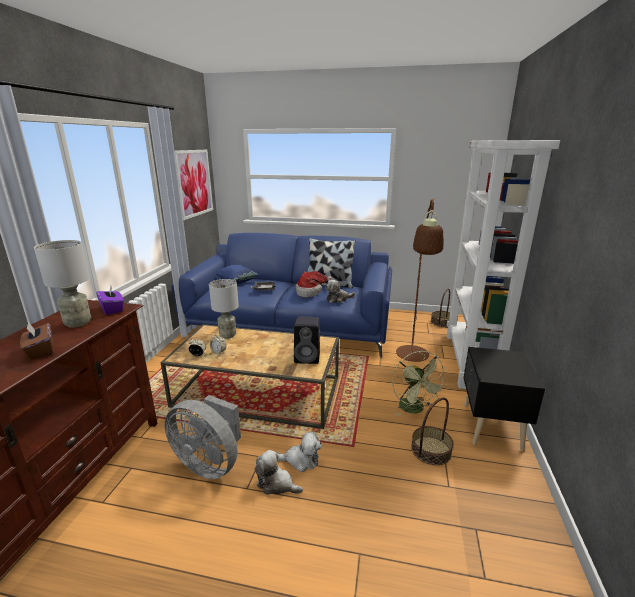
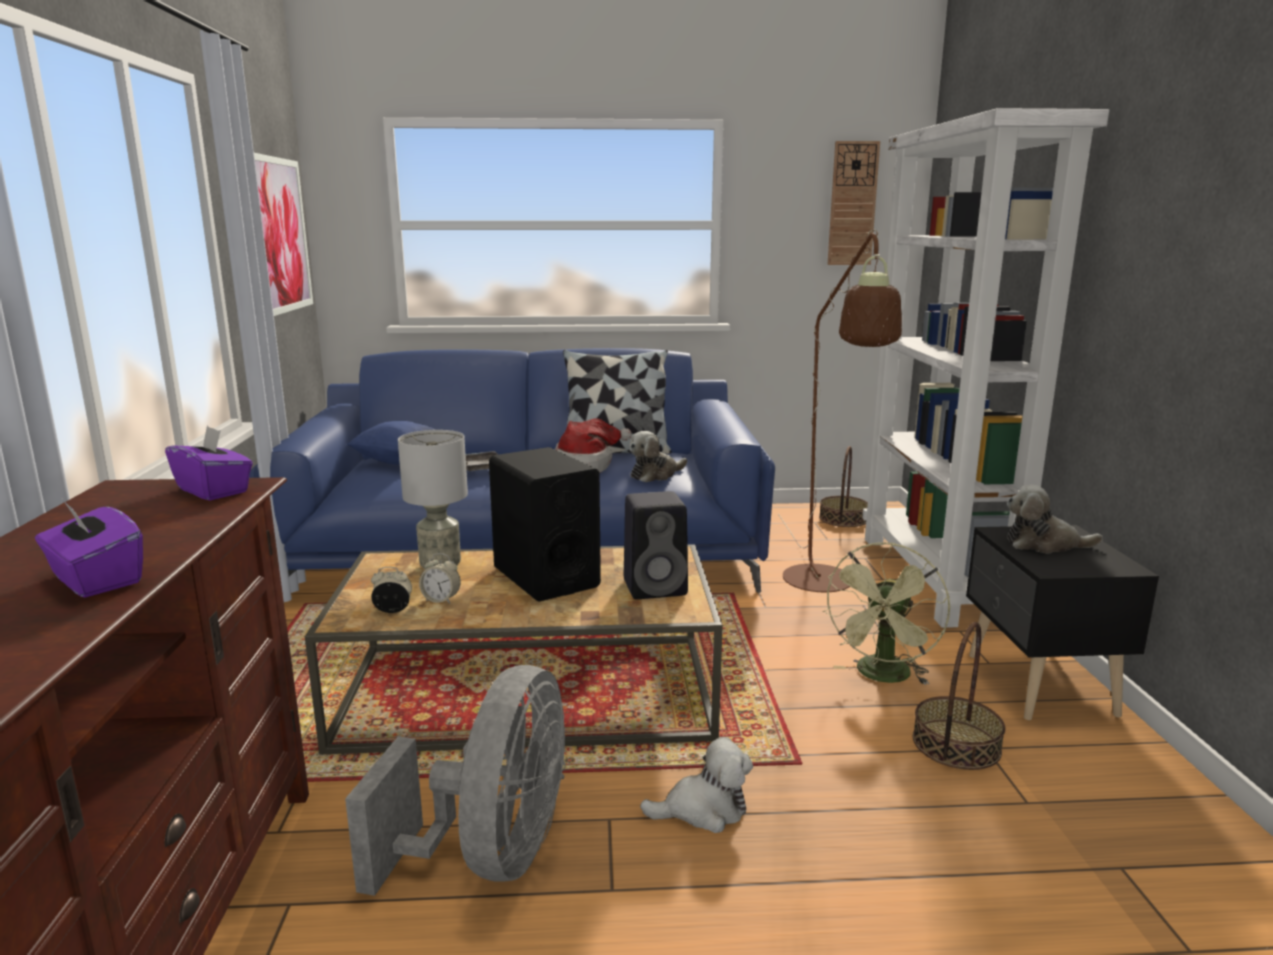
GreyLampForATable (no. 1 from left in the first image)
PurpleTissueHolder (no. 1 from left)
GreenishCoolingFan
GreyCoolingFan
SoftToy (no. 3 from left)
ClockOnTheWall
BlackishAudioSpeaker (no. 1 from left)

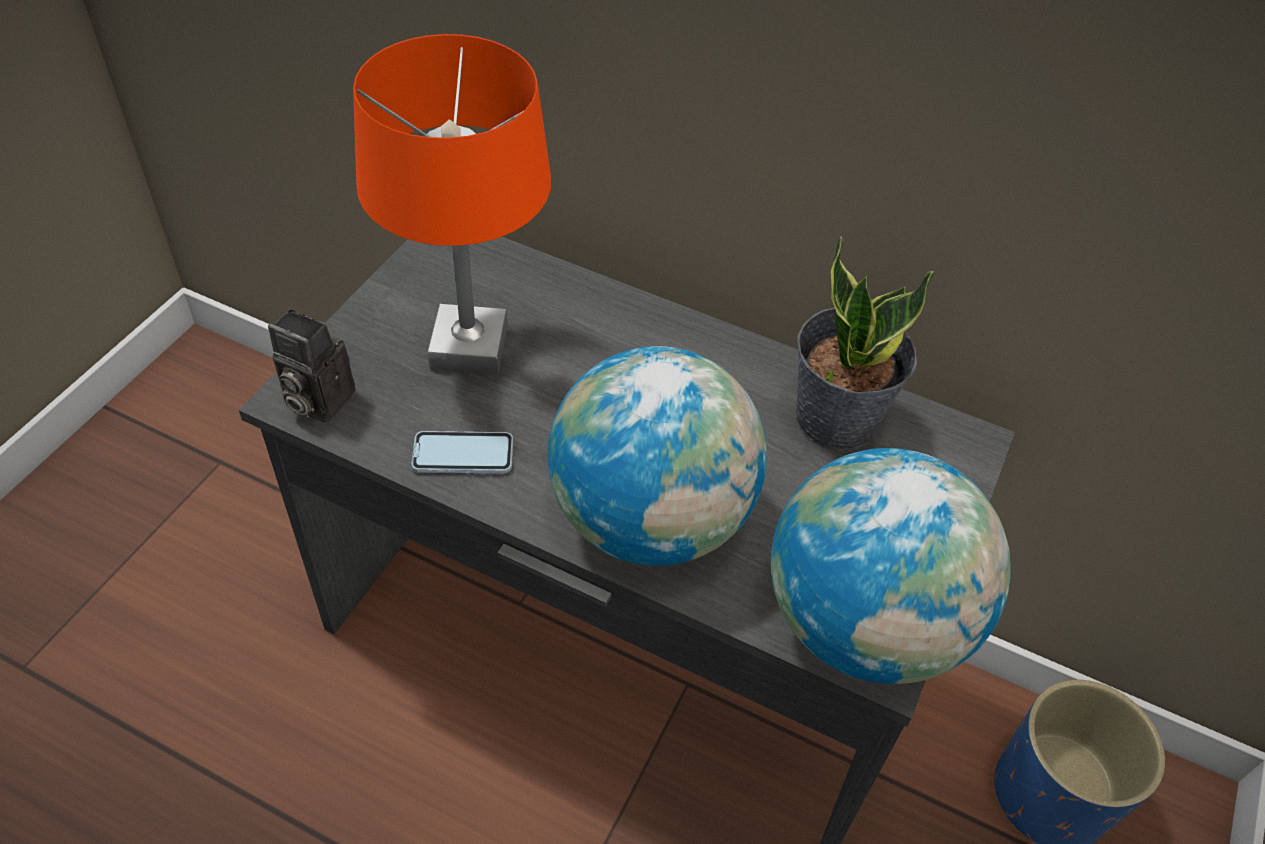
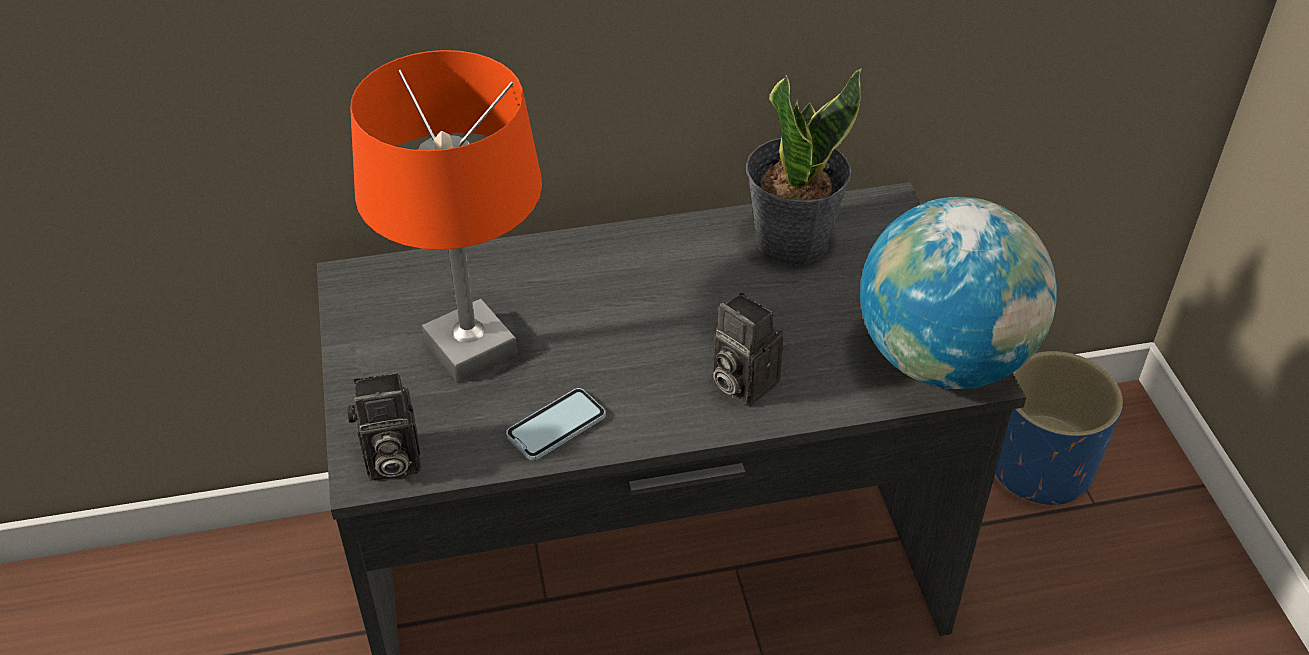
PhotoCamera (no. 2 from left)

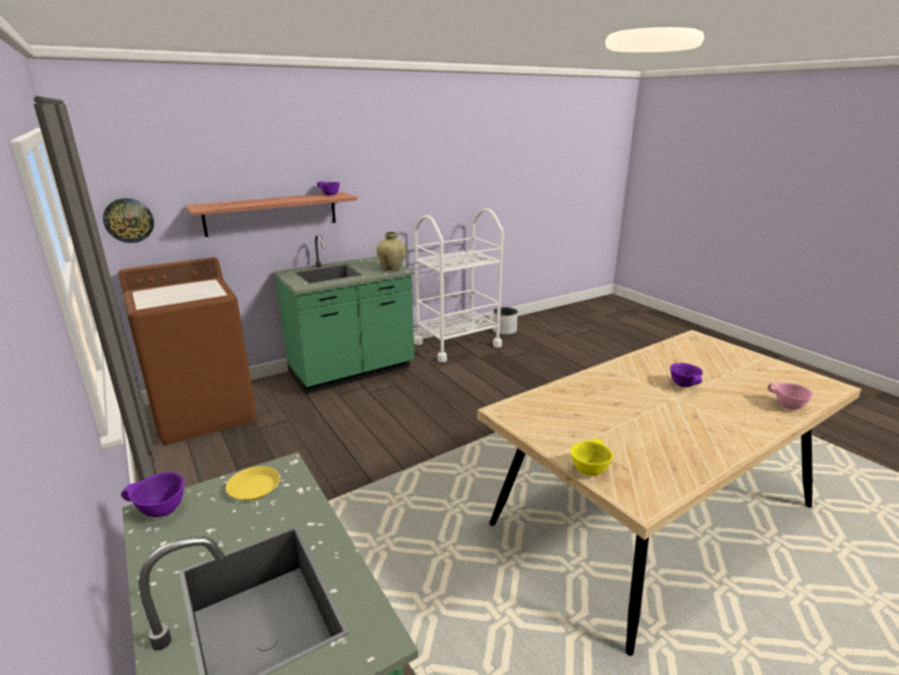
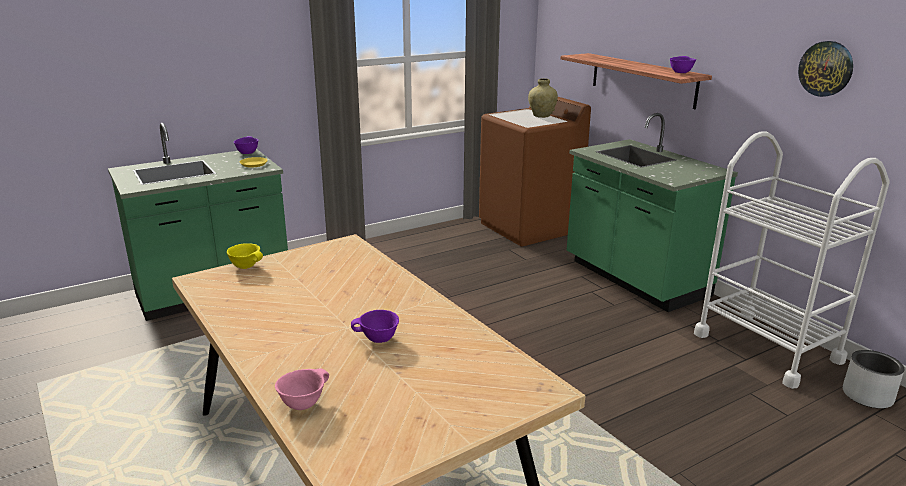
ClockOnTheWall
BeigeColouredFlowerVase

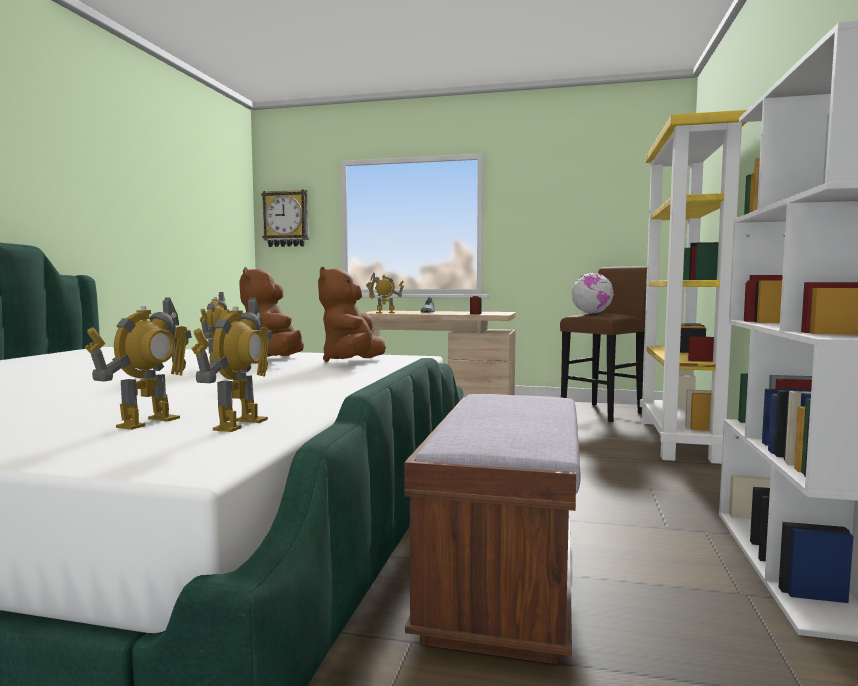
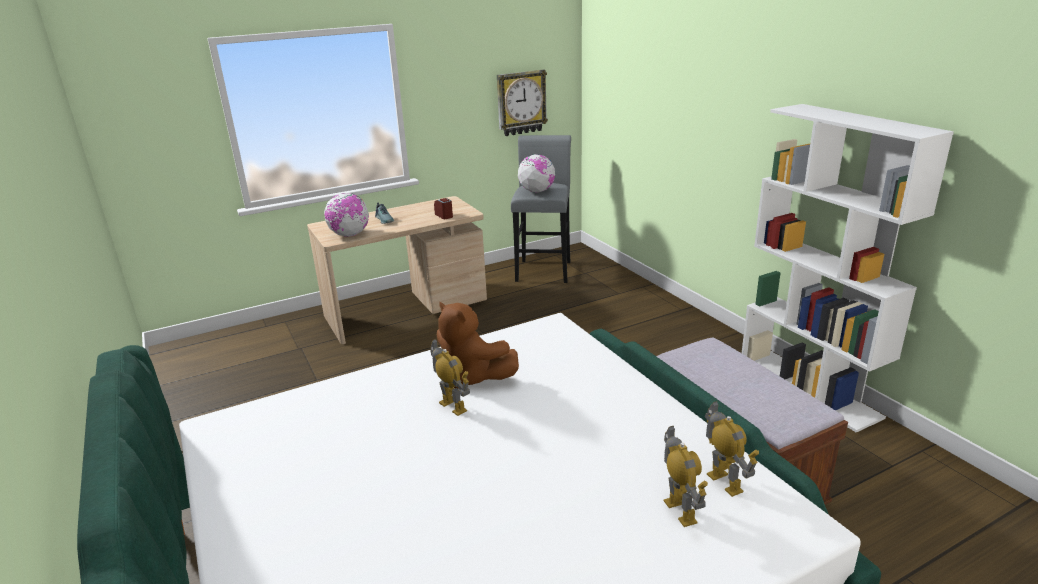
YellowishBookshelf
ClockOnTheWall
GreyStoolSeat
BrownSoftToy (no. 2 from left in the first image)
Globe (no. 1 from left)

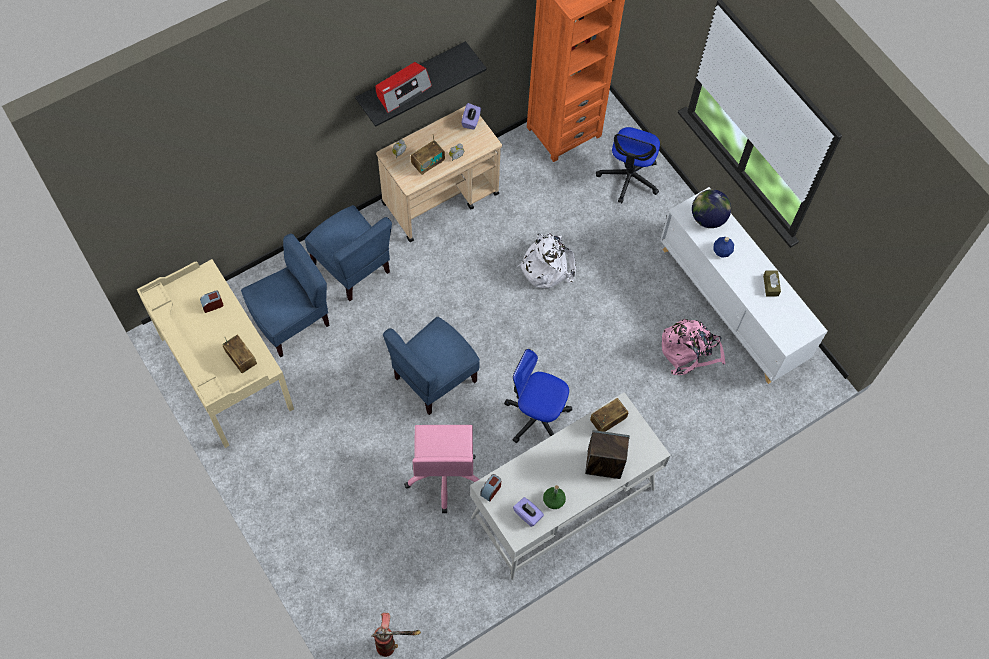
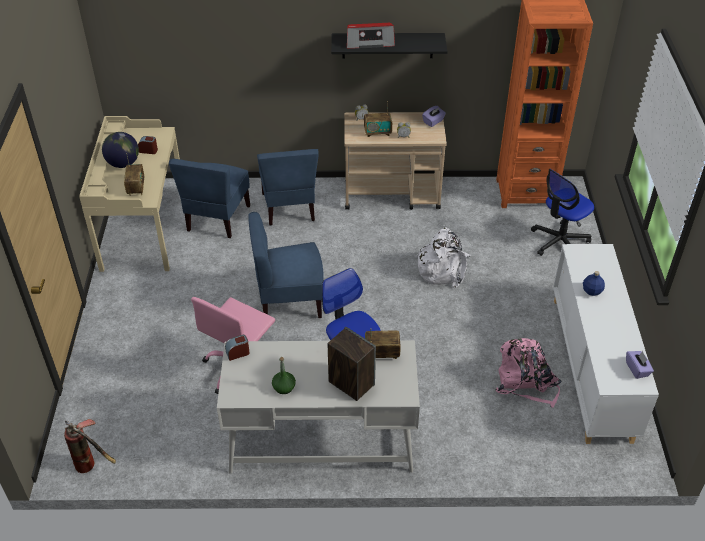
Globe
BlueColouredPlainChair (no. 1 from left)
BrownTissueHolder
PurpleTissueHolder (no. 2 from left)

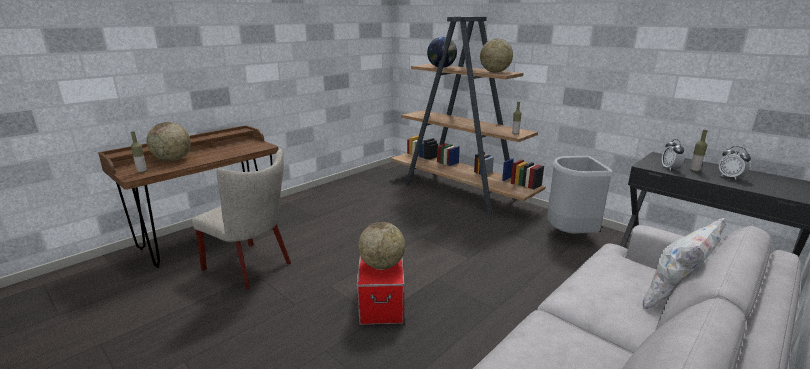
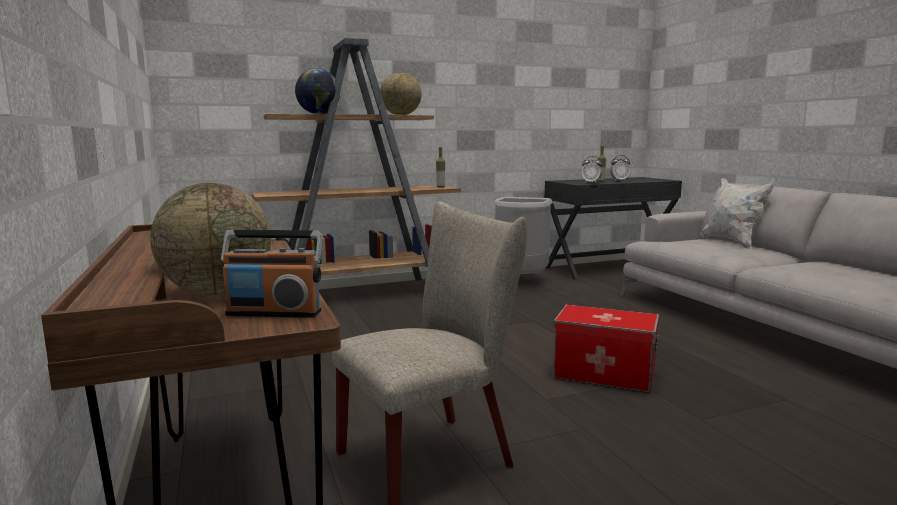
RadioSet
Globe (no. 2 from left in the first image)

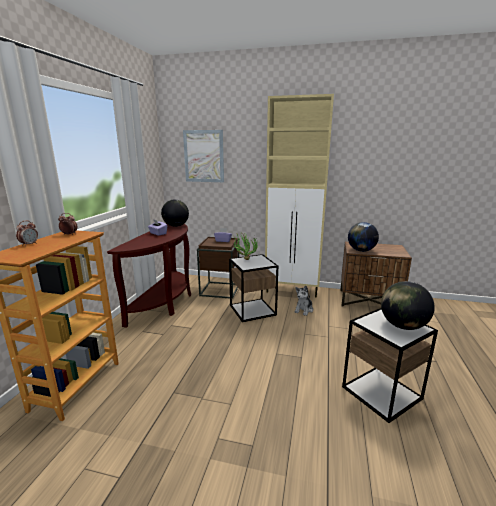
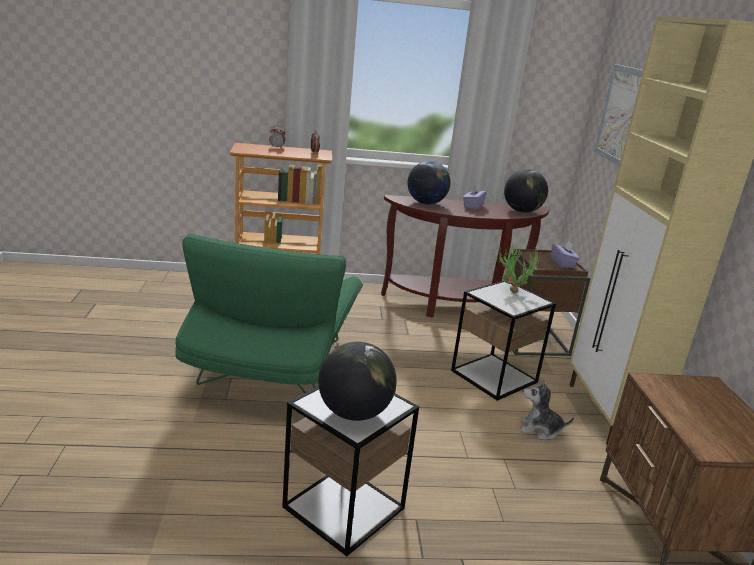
Globe (no. 2 from left)
GreenishEasyChair

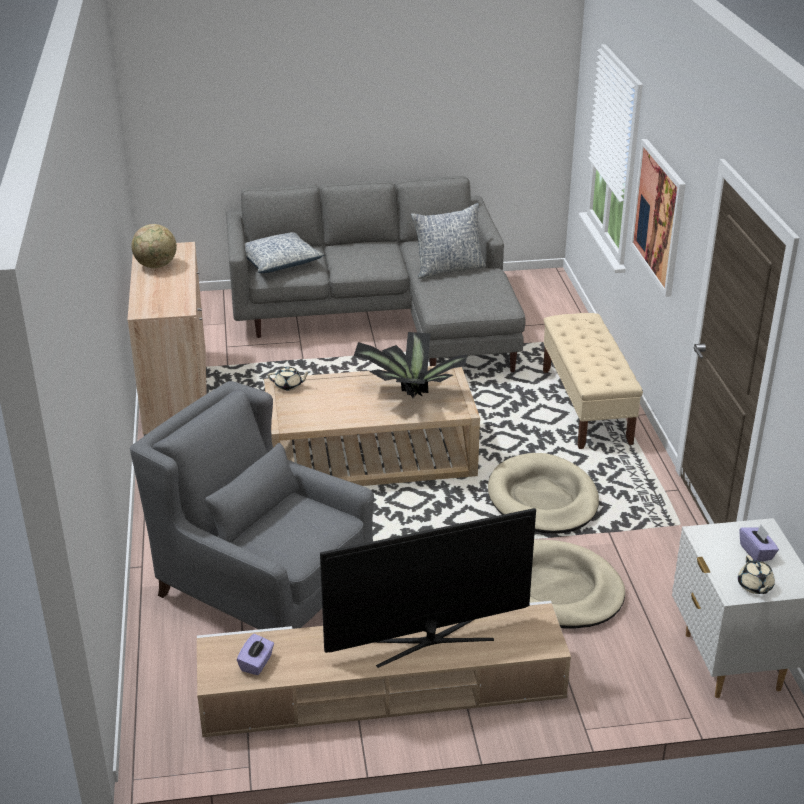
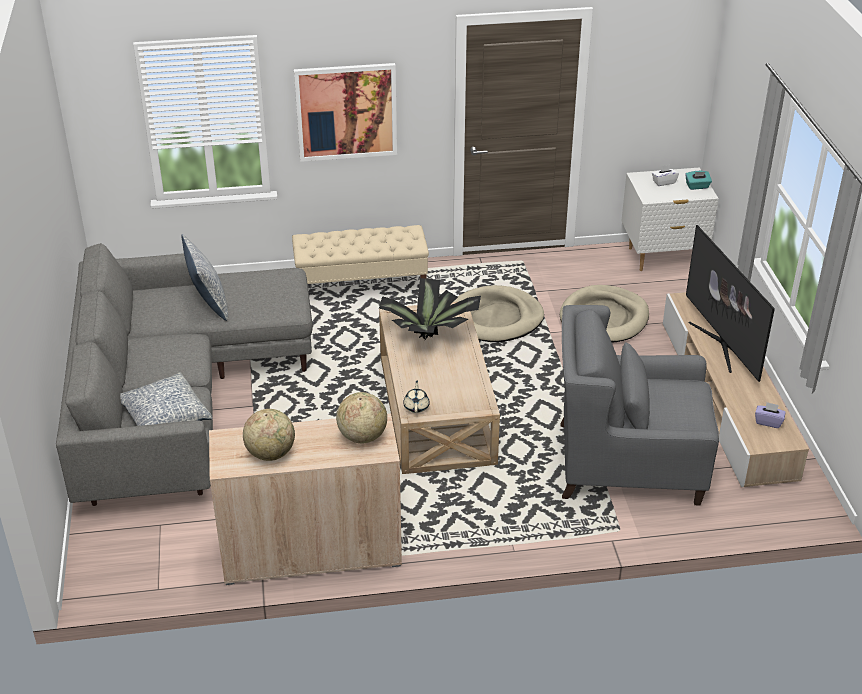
GreyEasyChair
WhitishTissueHolder
TurquoiseColouredTissueHolder
Globe (no. 2 from left)

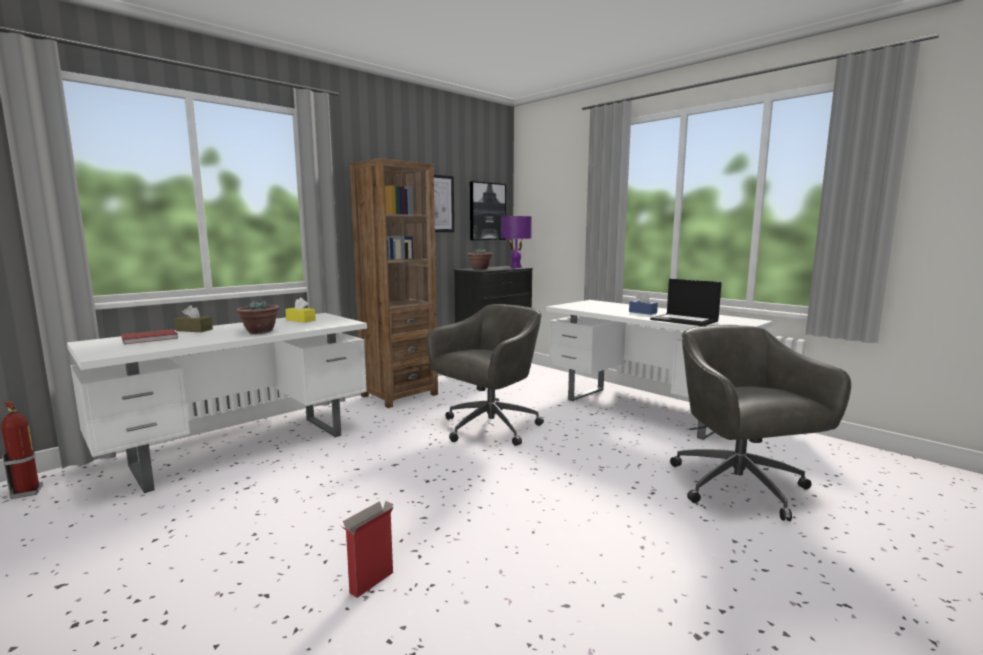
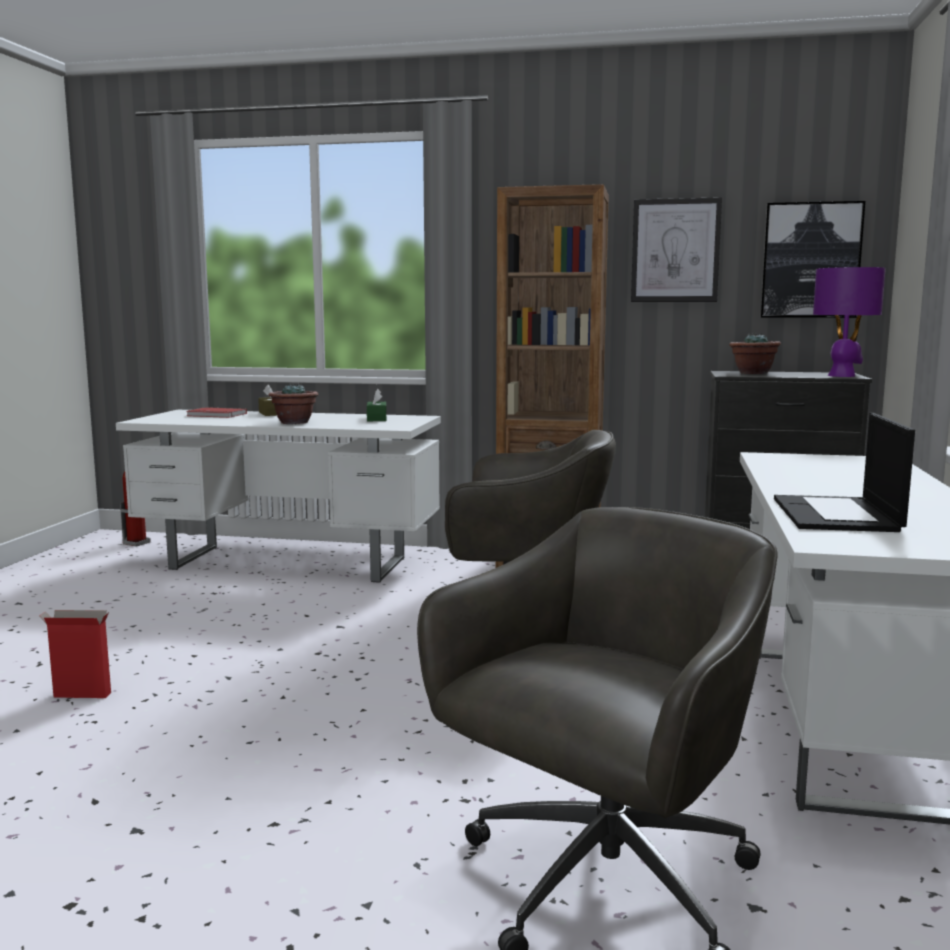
BlueColouredTissueHolder
GreenishTissueHolder

